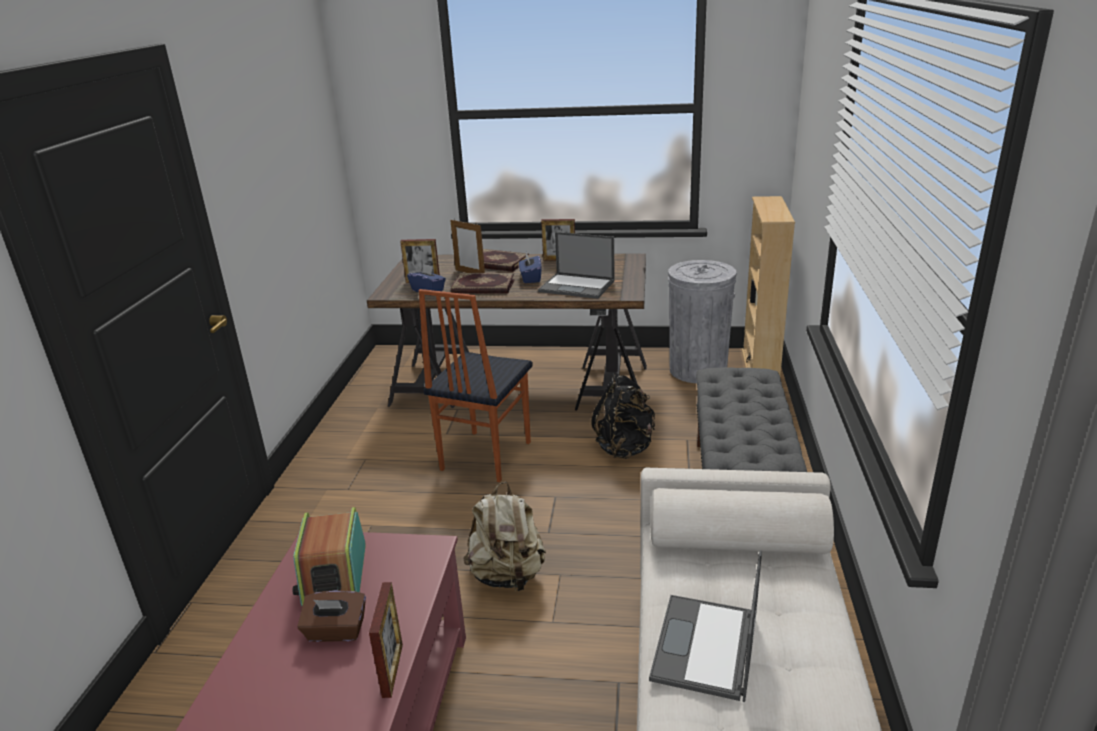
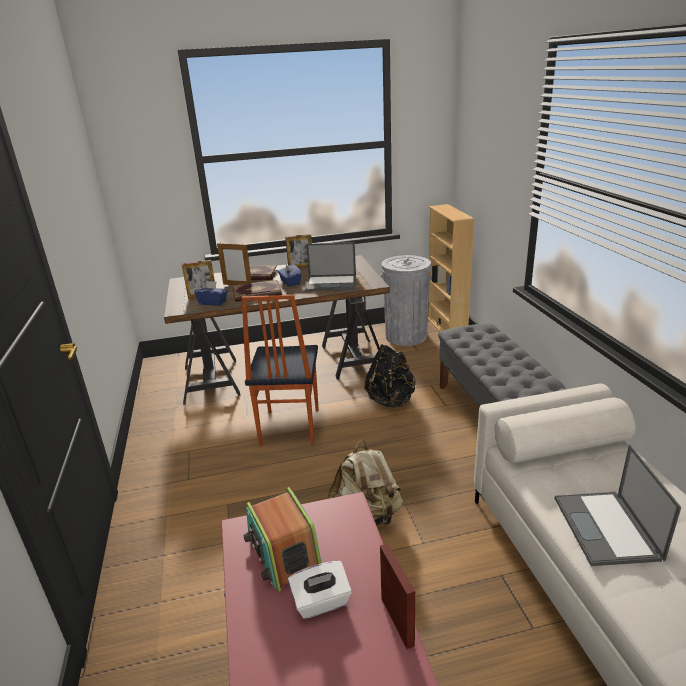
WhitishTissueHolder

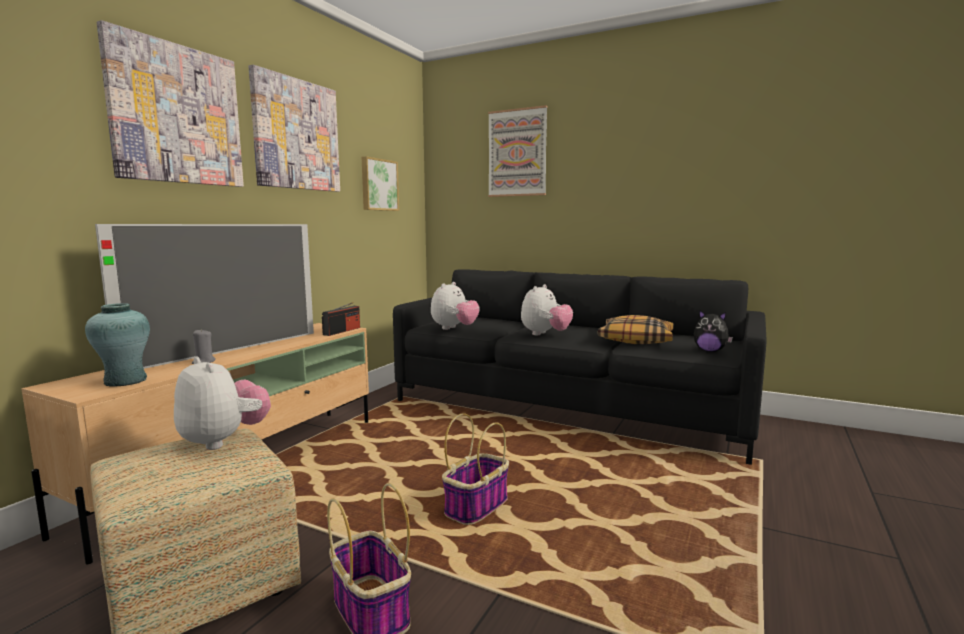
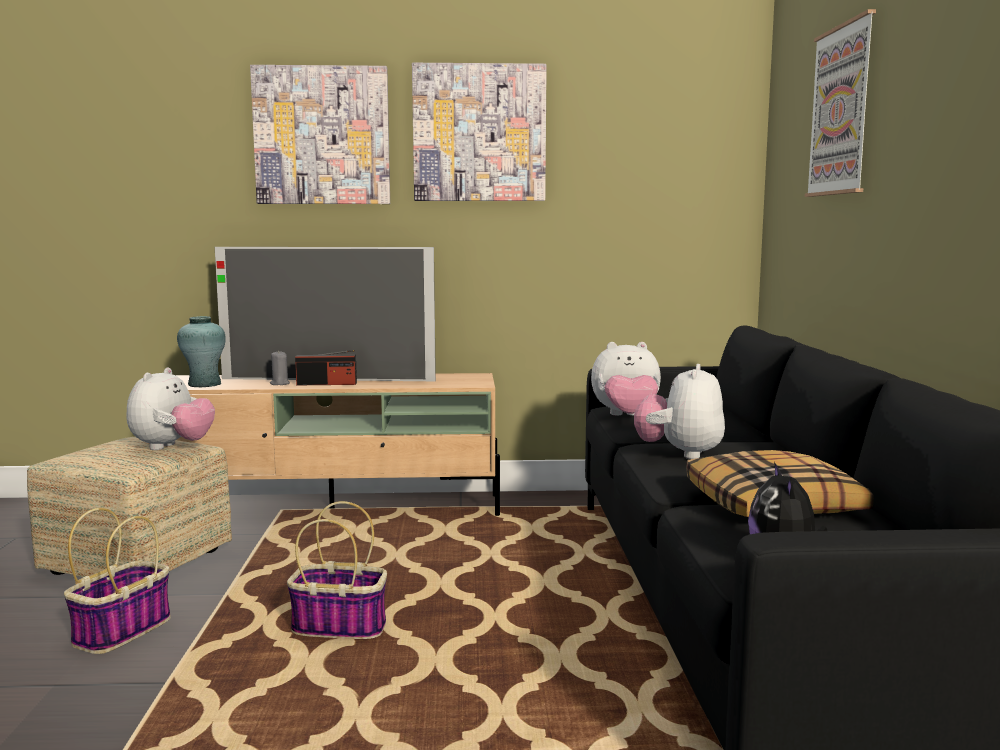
WallPicture (no. 3 from left in the first image)
SoftToy (no. 3 from left)
RadioSet

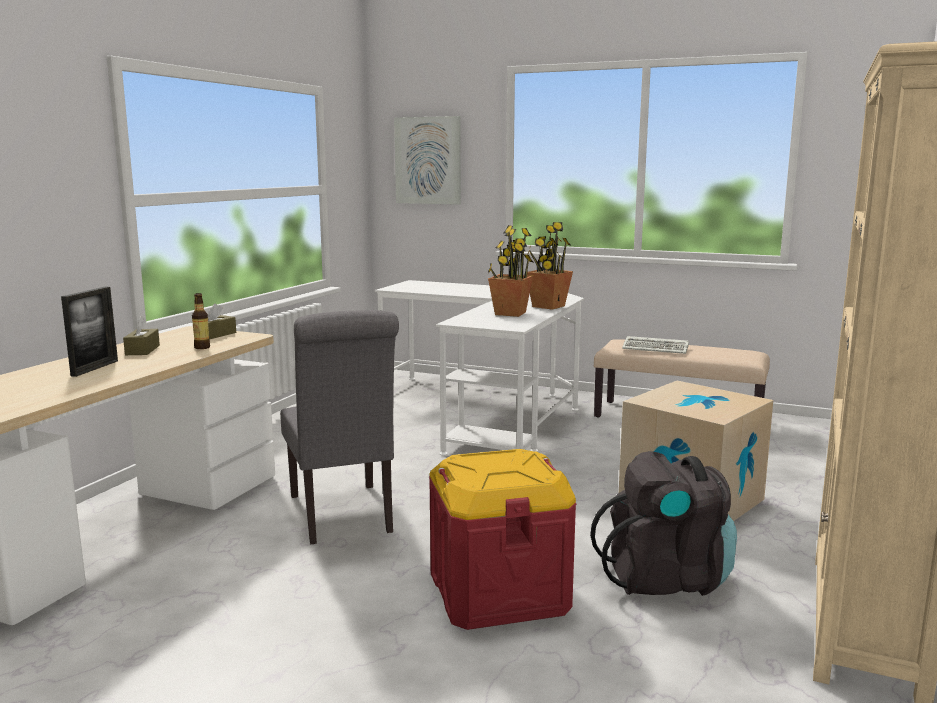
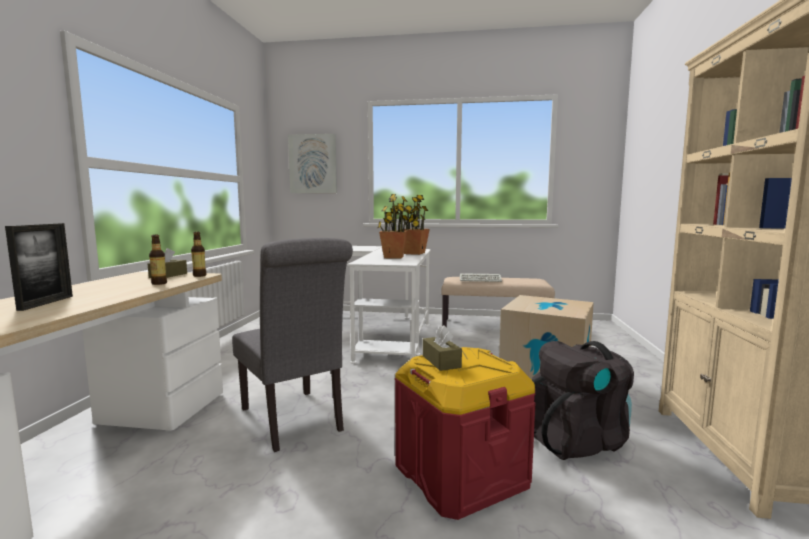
BrownTissueHolder (no. 2 from left)
DrinkBottle (no. 2 from left)

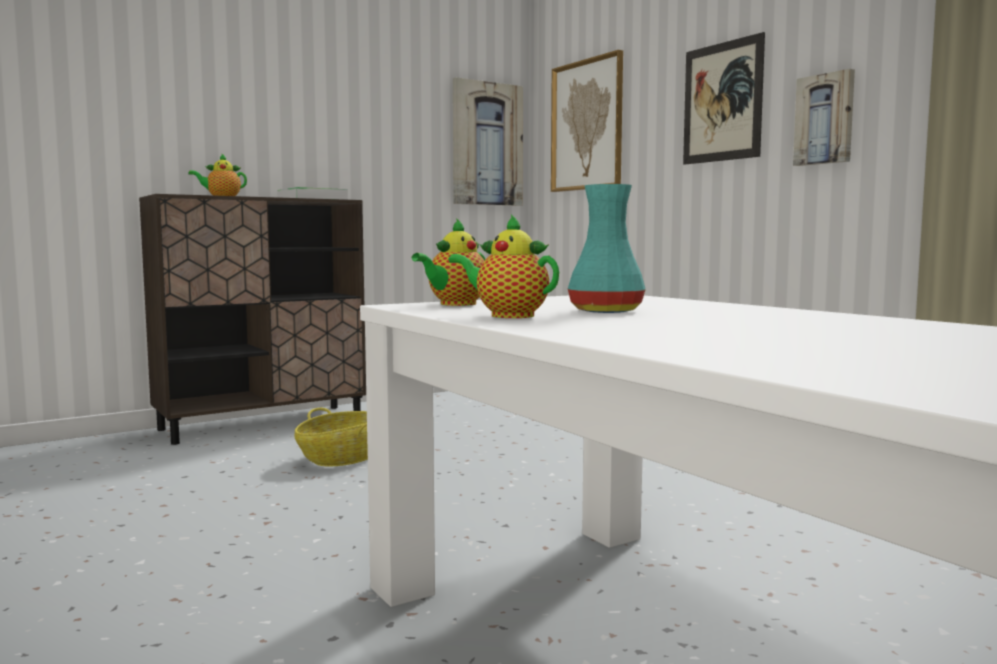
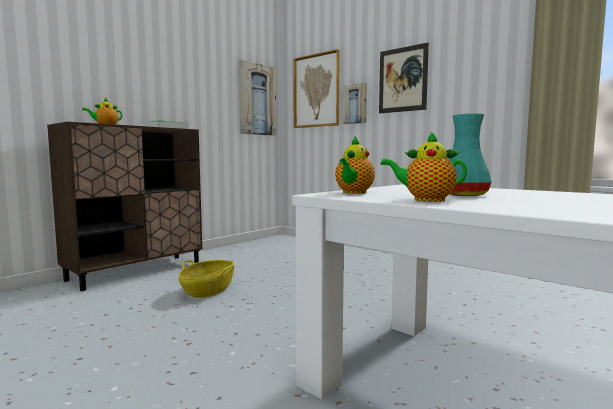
WallPicture (no. 3 from left)

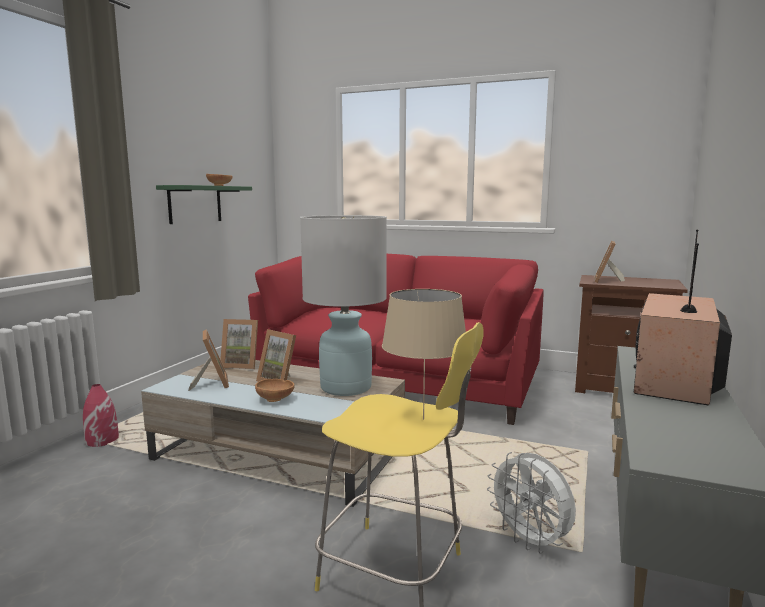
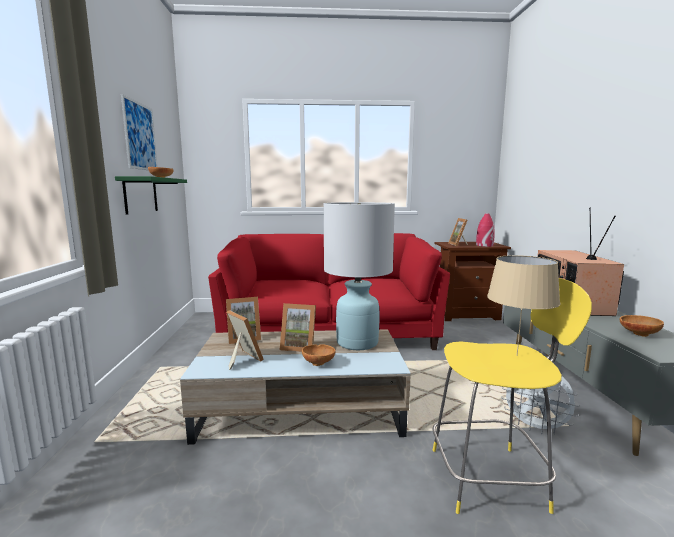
ReddishFlowerVase
WallPicture
BrownServingBowl (no. 3 from left)

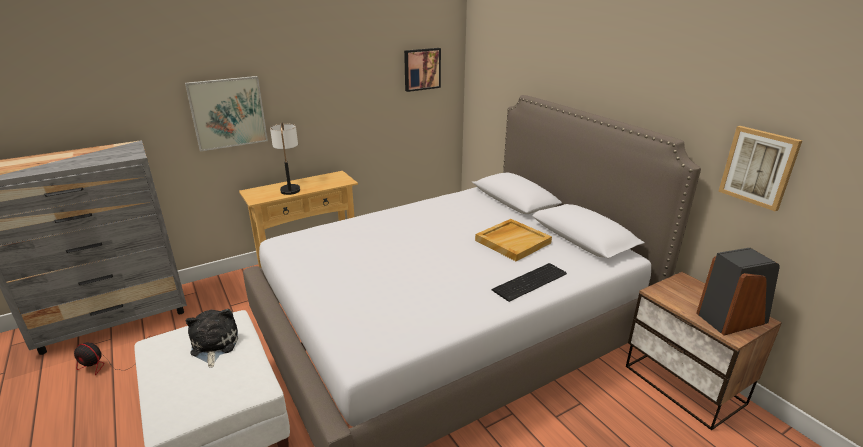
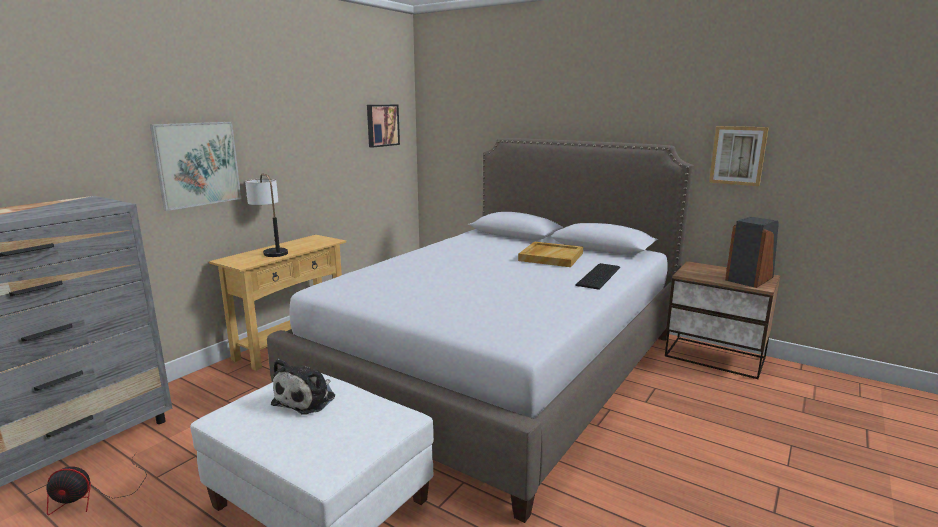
SoftToy

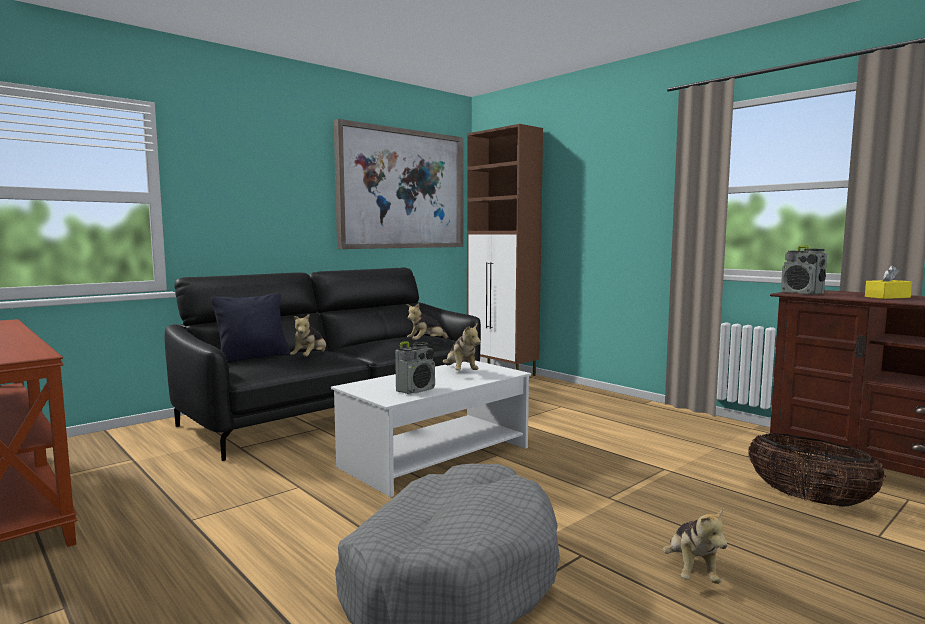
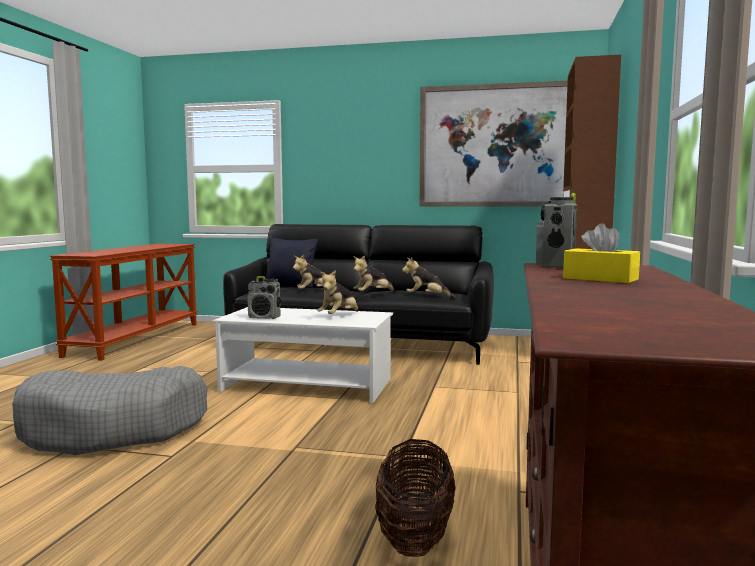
SoftToy (no. 3 from left)

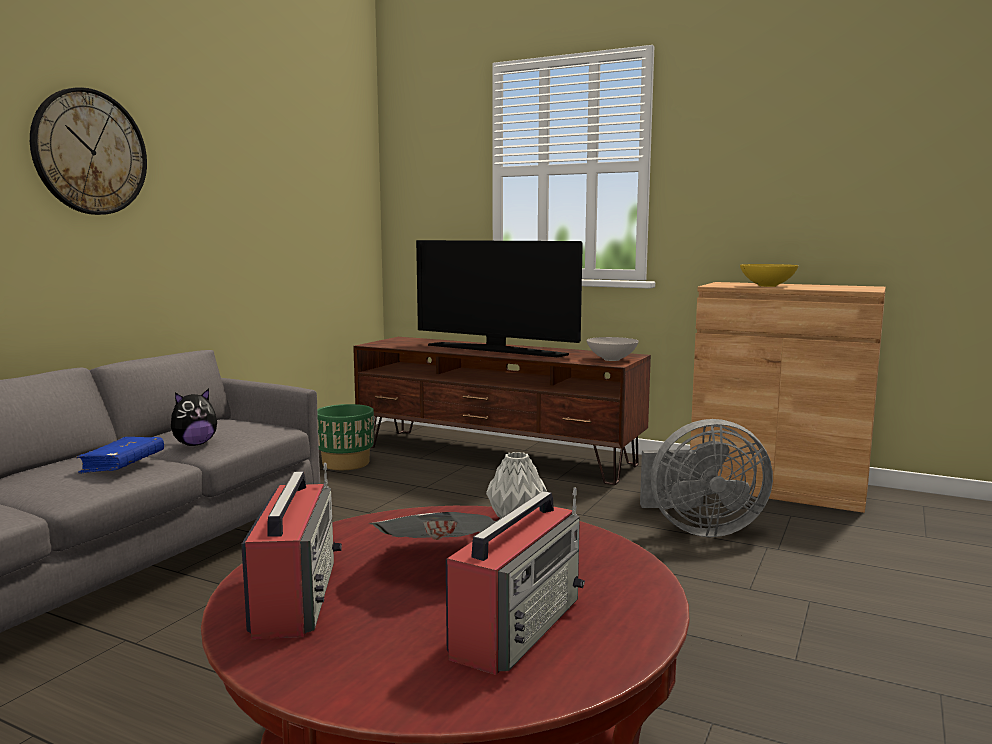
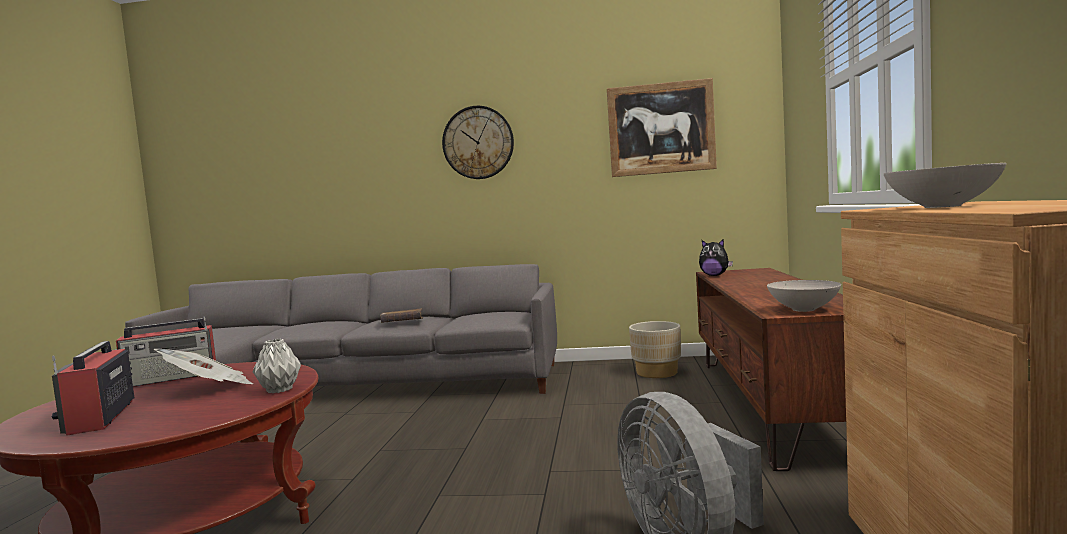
TvSet
WhitishServingBowl (no. 2 from left)
SoftToy
BeigeColouredFlowerPot
BrownBook
RadioSet (no. 1 from left)
WallPicture

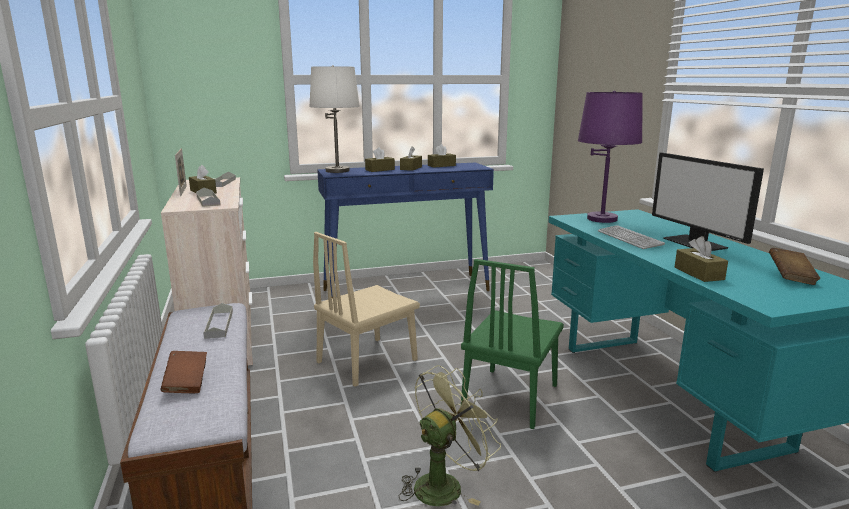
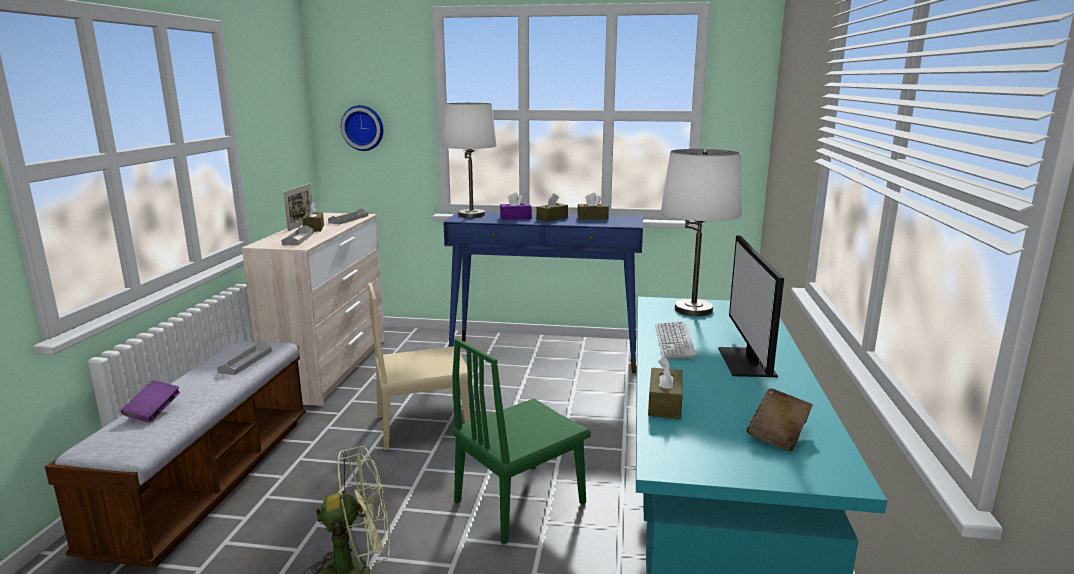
WhitishLampForATable (no. 2 from left)
PurpleTissueHolder
PurpleBook
ClockOnTheWall

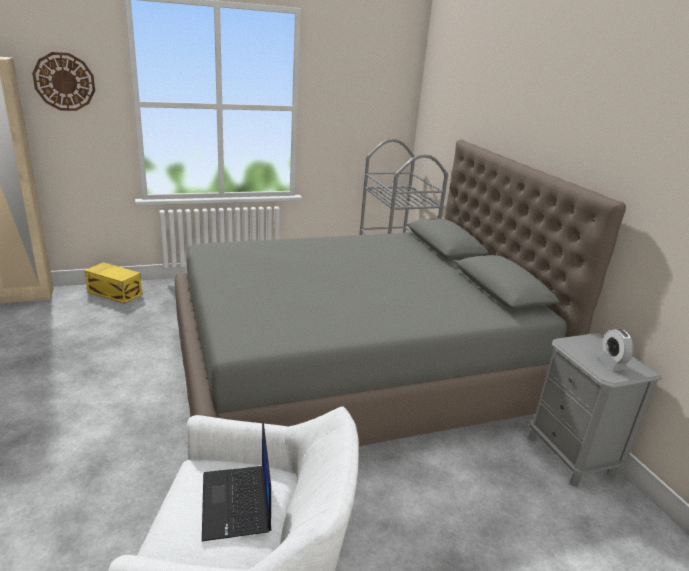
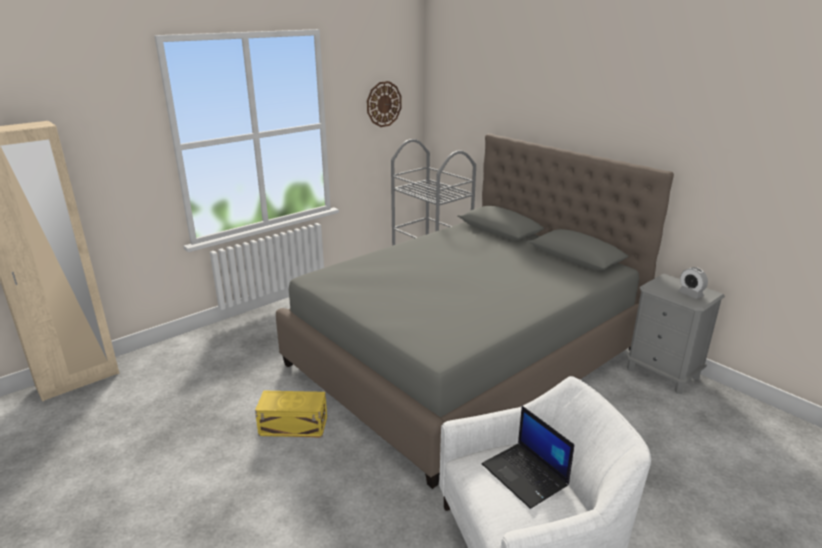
ClockOnTheWall
YellowishStorageContainer

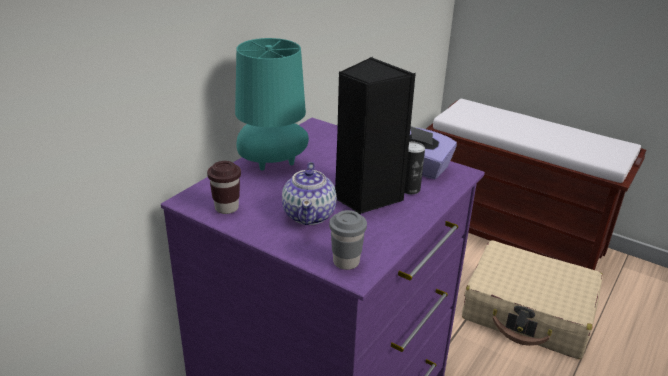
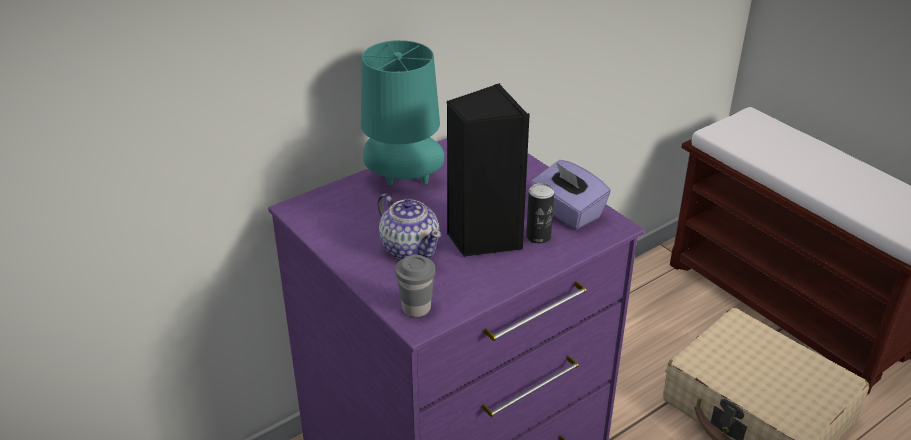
BrownCup
Teapot

